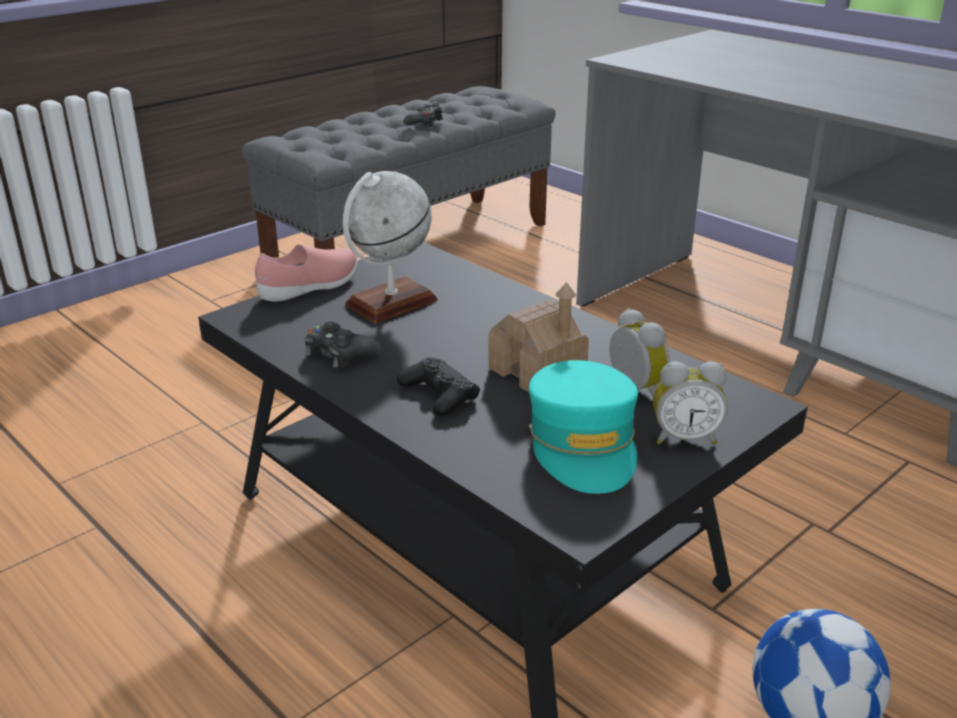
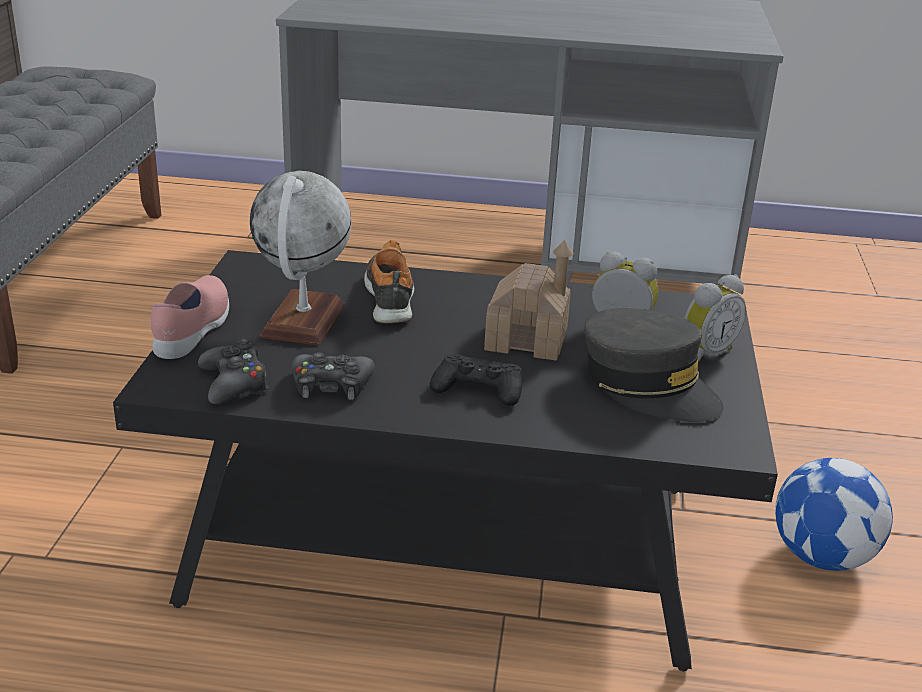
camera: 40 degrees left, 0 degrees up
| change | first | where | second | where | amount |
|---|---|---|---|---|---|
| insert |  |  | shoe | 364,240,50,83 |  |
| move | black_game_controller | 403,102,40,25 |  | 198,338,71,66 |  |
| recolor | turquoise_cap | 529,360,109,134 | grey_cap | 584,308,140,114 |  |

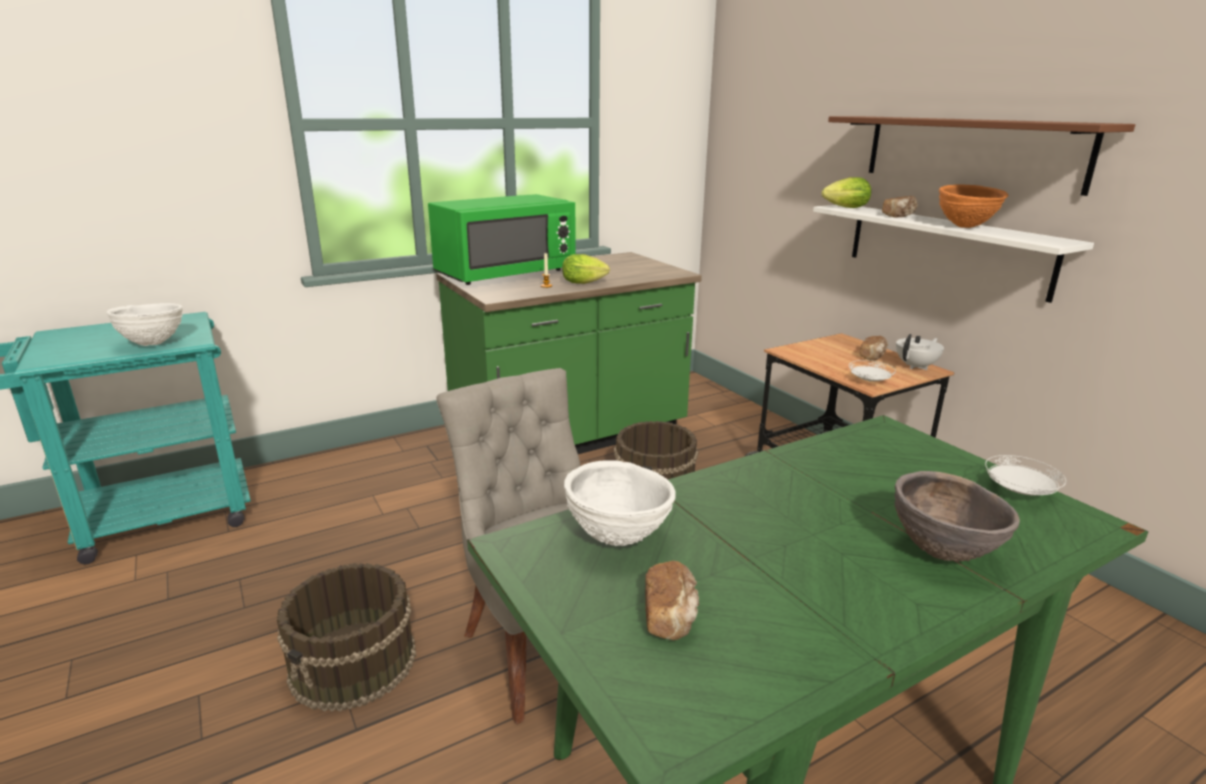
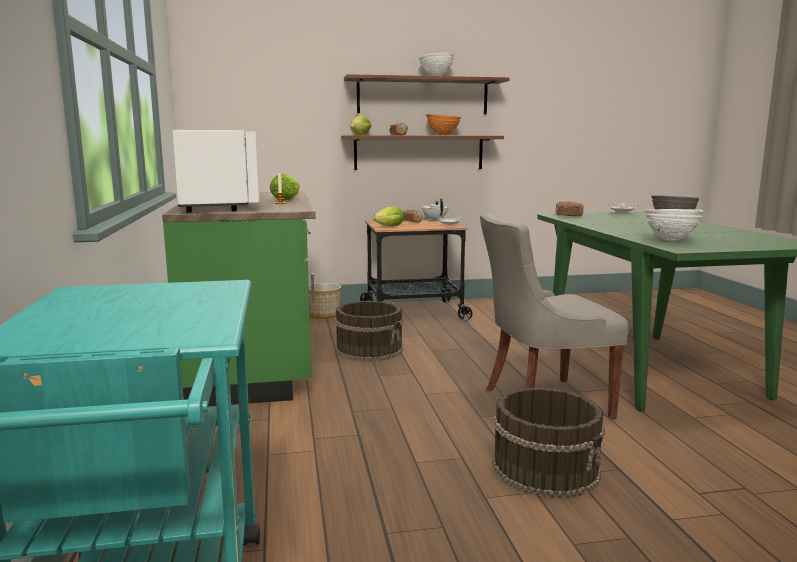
camera: 70 degrees left, 10 degrees down
| change | first | where | second | where | amount |
|---|---|---|---|---|---|
| insert |  |  | planter | 309,283,32,36 |  |
| insert |  |  | lettuce | 373,206,31,20 |  |
| move | white_bowl | 107,303,76,43 |  | 419,53,35,23 |  |
| move | bread | 645,561,54,79 |  | 556,202,28,14 |  |
| recolor | green_microwave | 428,194,148,91 | white_microwave | 172,130,88,83 |  |
| recolor | white_shelf | 813,205,281,98 | brown_shelf | 341,135,163,35 |  |

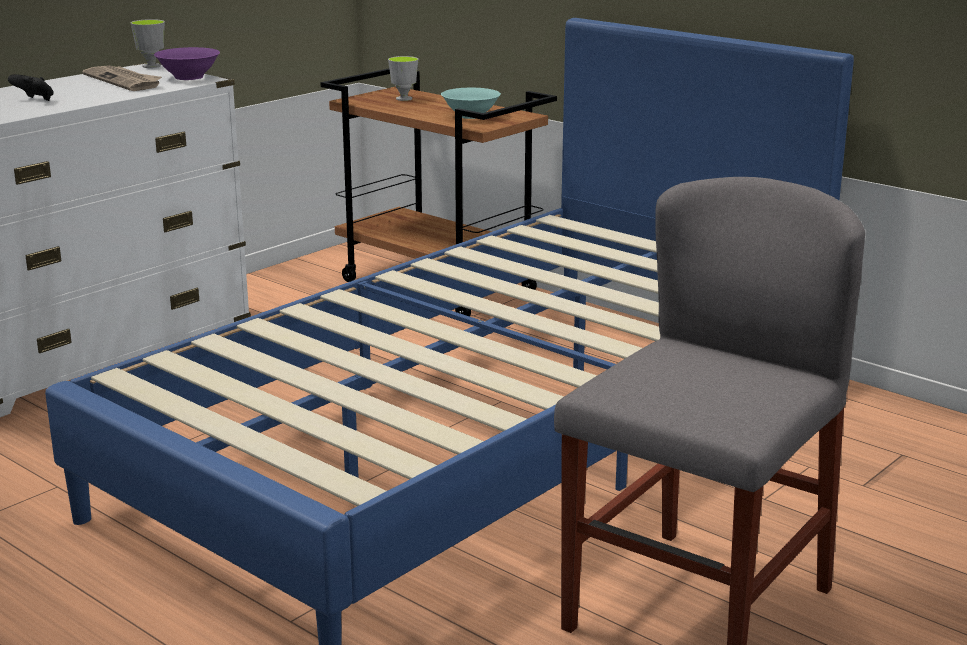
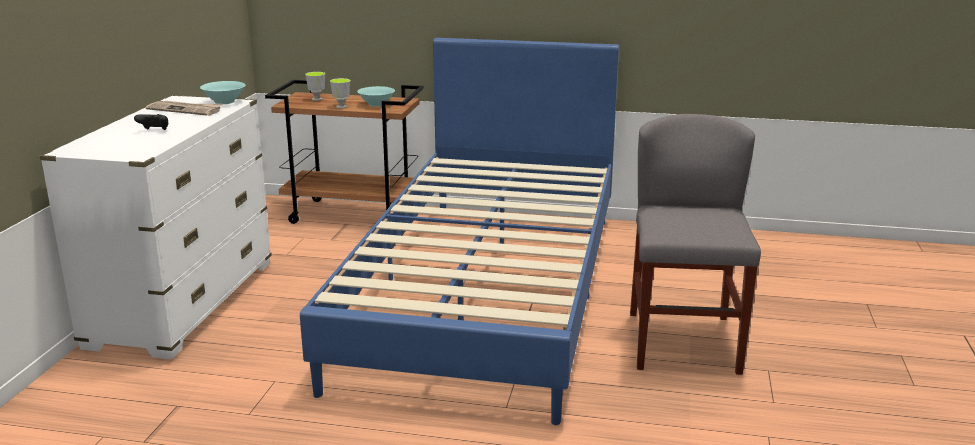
camera: 30 degrees left, 0 degrees up
| change | first | where | second | where | amount |
|---|---|---|---|---|---|
| move | cup | 130,19,35,49 |  | 330,78,20,30 |  |
| recolor | purple_bowl | 154,47,66,33 | turquoise_bowl | 200,81,46,23 |  |

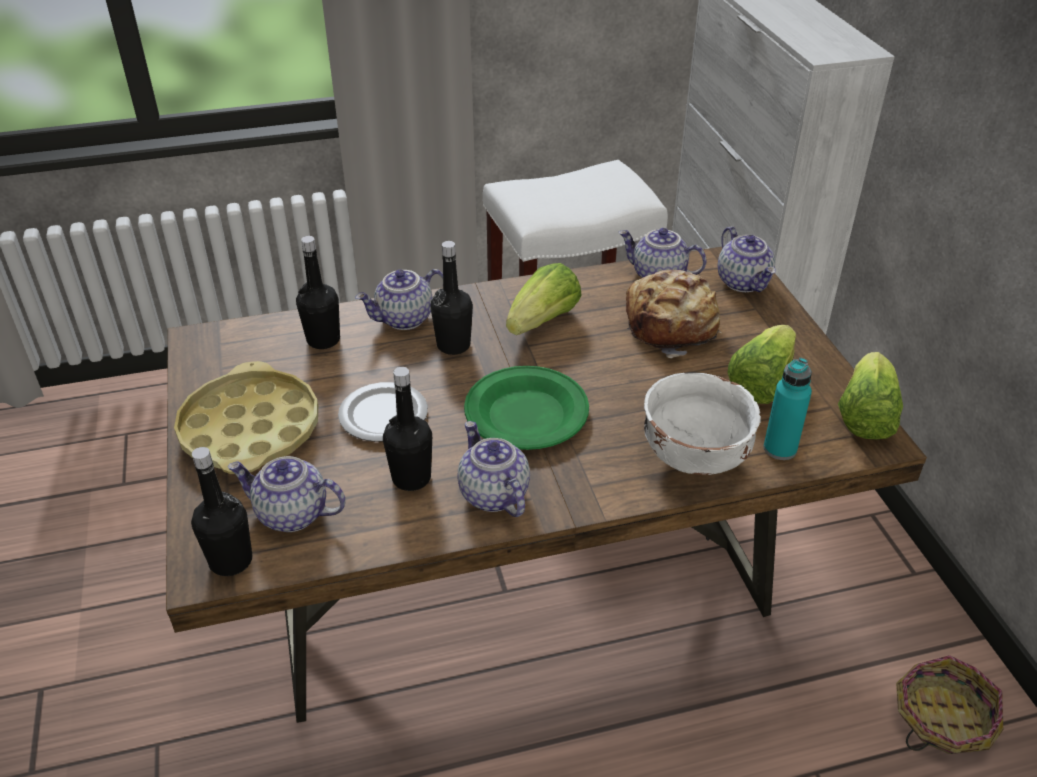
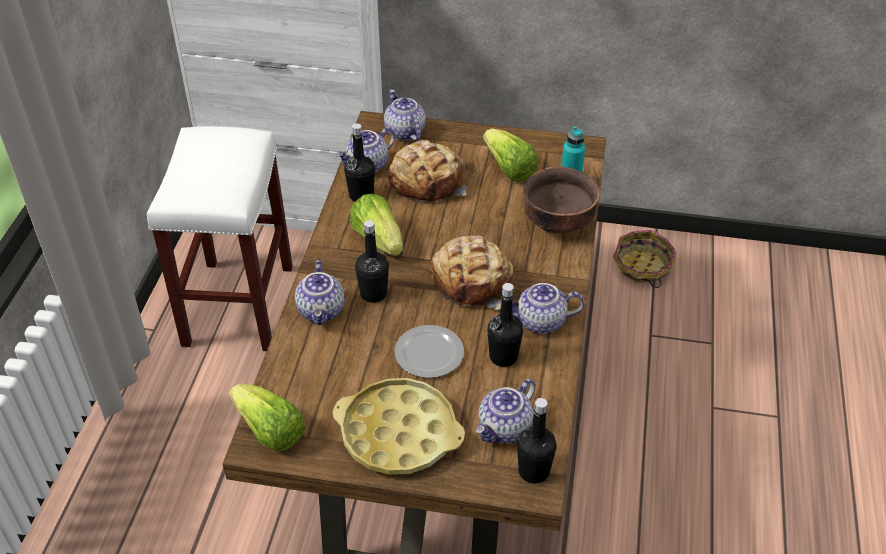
camera: 65 degrees left, 5 degrees up
| change | first | where | second | where | amount |
|---|---|---|---|---|---|
| move | black_bottle | 296,236,44,113 |  | 344,123,31,79 |  |
| move | lettuce | 838,352,65,87 |  | 229,384,77,67 |  |
| replace | green_plate | 464,366,125,84 | bread | 429,236,85,74 |  |
| recolor | white_bowl | 644,372,117,103 | brown_bowl | 523,166,77,67 |  |
| rotate | teapot | 718,227,58,65 |  | 384,90,42,51 | 120 degrees counterclockwise |

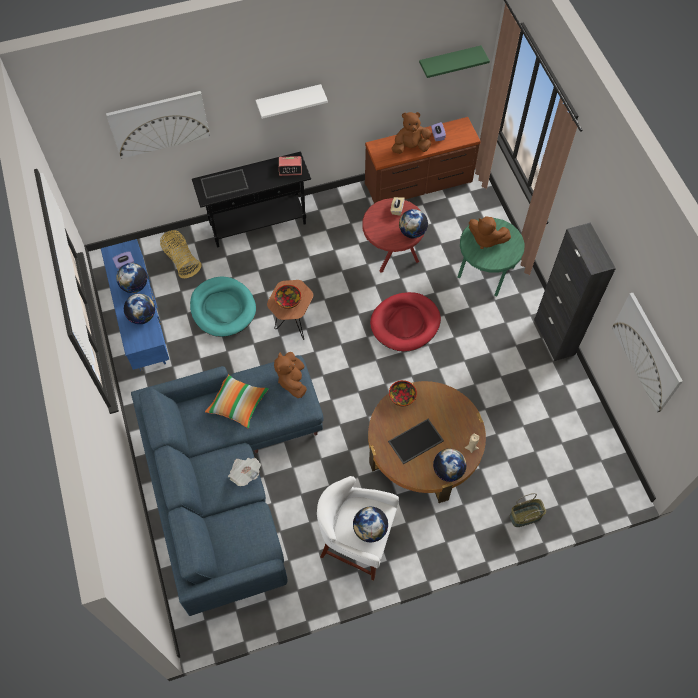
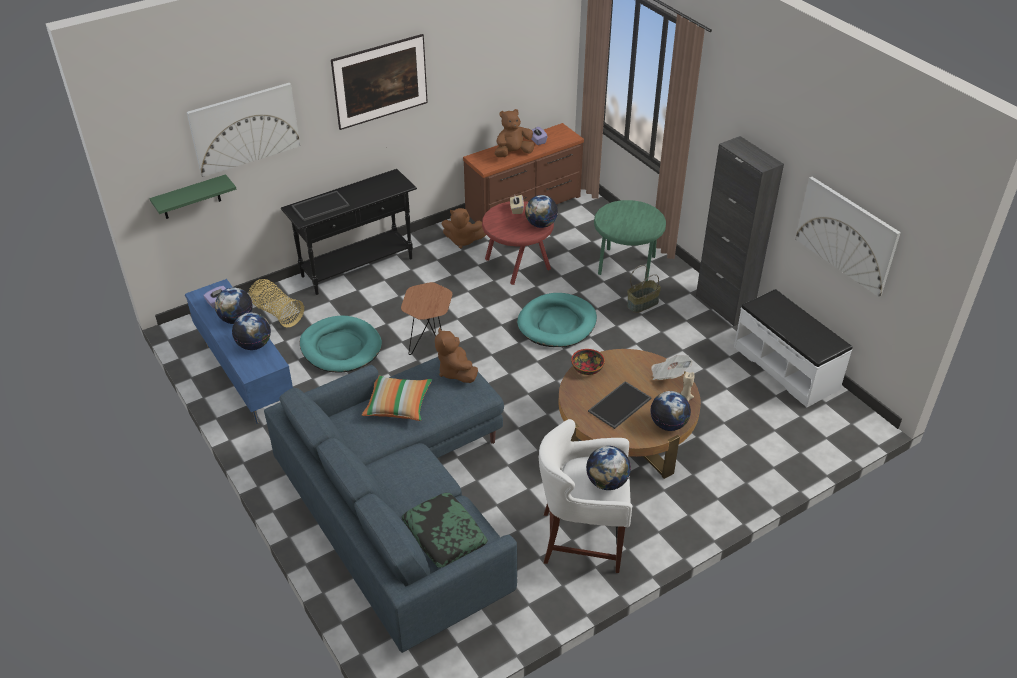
camera: 15 degrees left, 20 degrees down
| change | first | where | second | where | amount |
|---|---|---|---|---|---|
| delete | bowl | 274,285,27,24 |  |  |  |
| delete | alarm_clock | 279,156,23,20 |  |  |  |
| insert |  |  | pillow | 401,493,87,75 |  |
| insert |  |  | white_bench | 734,289,118,119 |  |
| move | newspaper | 228,458,33,28 |  | 651,355,41,25 |  |
| move | green_shelf | 419,45,71,33 |  | 150,174,86,45 |  |
| move | brown_plush_toy | 469,216,42,33 |  | 442,208,44,41 |  |
| move | basket | 509,493,37,34 |  | 627,265,34,48 |  |
| replace | white_shelf | 256,84,72,35 | picture | 331,34,97,96 |  |
| recolor | red_dog_bed | 370,292,71,60 | turquoise_dog_bed | 517,293,80,54 |  |

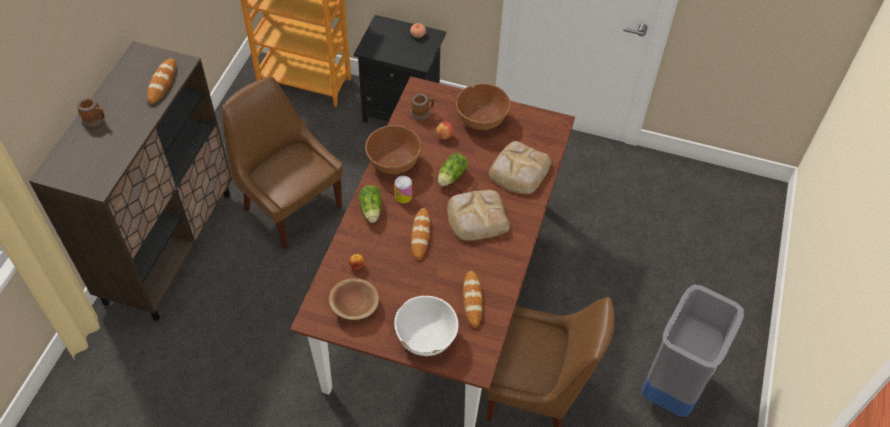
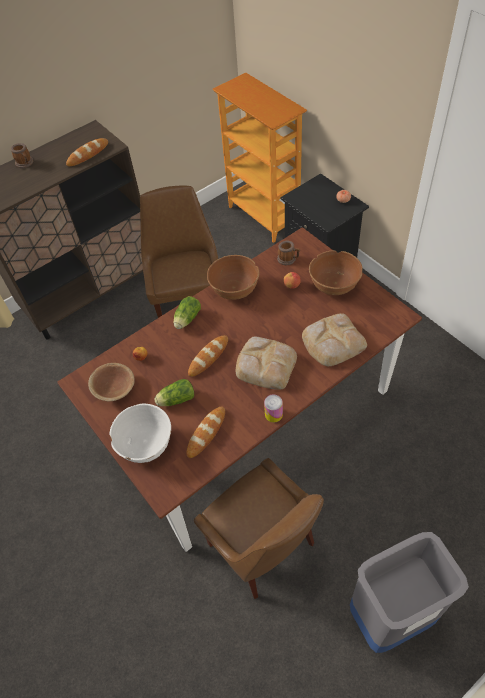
camera: 40 degrees right, 0 degrees up
| change | first | where | second | where | amount |
|---|---|---|---|---|---|
| move | can | 395,176,17,27 |  | 264,395,19,28 |  |
| move | lettuce | 438,153,30,33 |  | 154,379,40,27 |  |

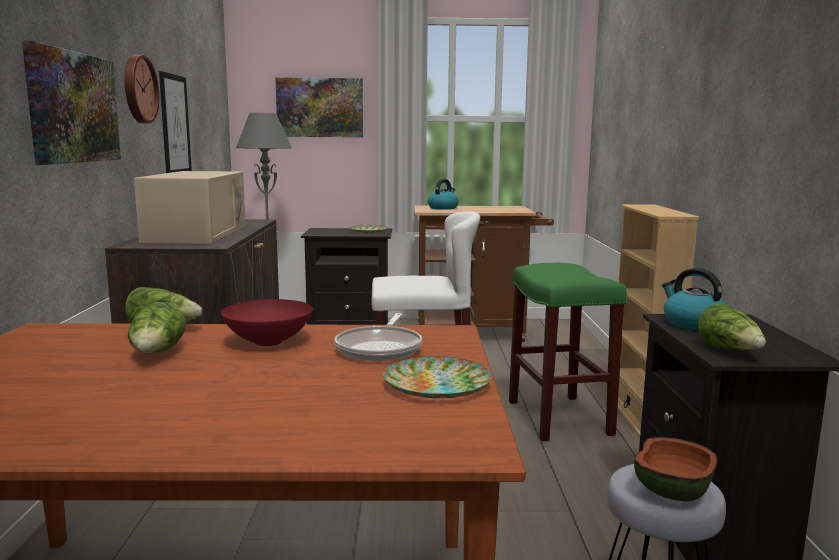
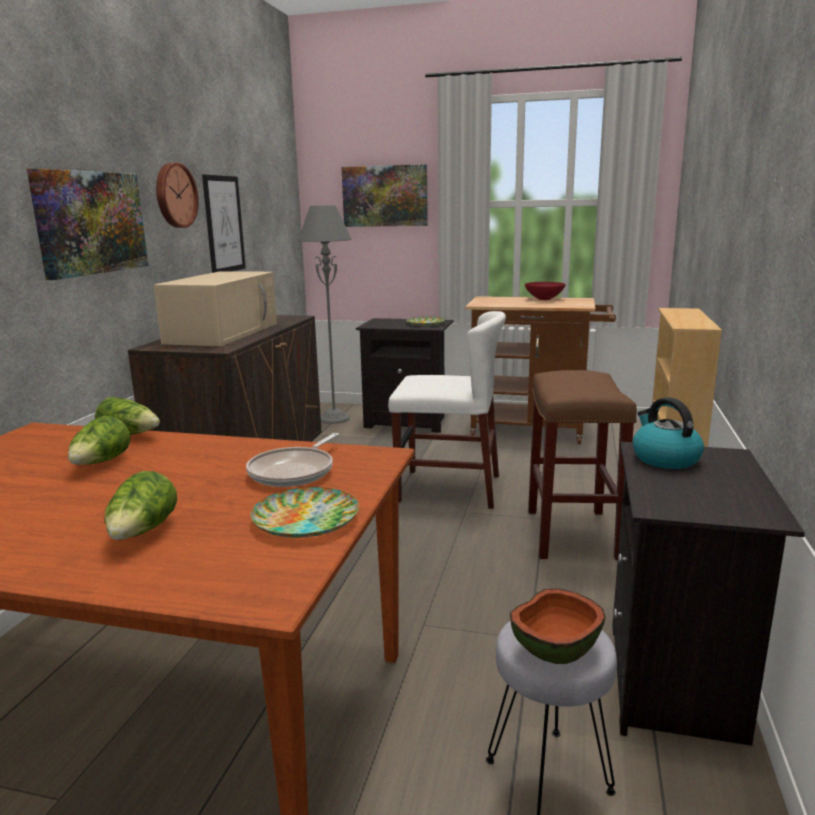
camera: 15 degrees right, 5 degrees up
| change | first | where | second | where | amount |
|---|---|---|---|---|---|
| delete | kettle | 428,179,31,31 |  |  |  |
| move | red_bowl | 221,299,92,47 |  | 525,282,41,18 |  |
| move | lettuce | 698,304,68,46 |  | 105,471,72,69 |  |
| recolor | green_stool | 509,263,118,178 | brown_stool | 528,370,109,190 |  |

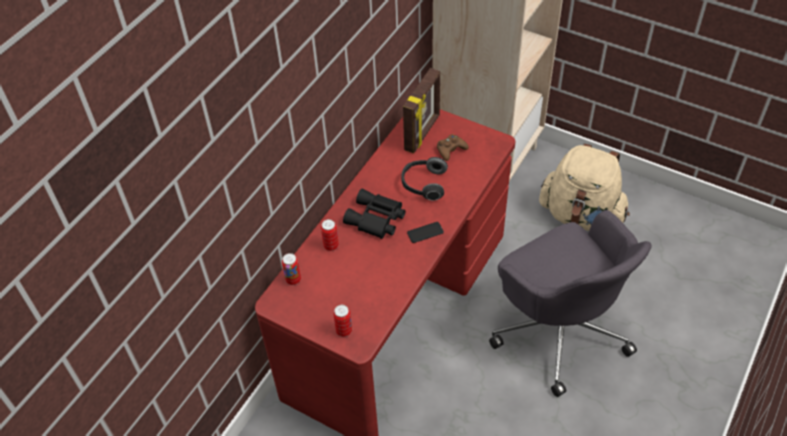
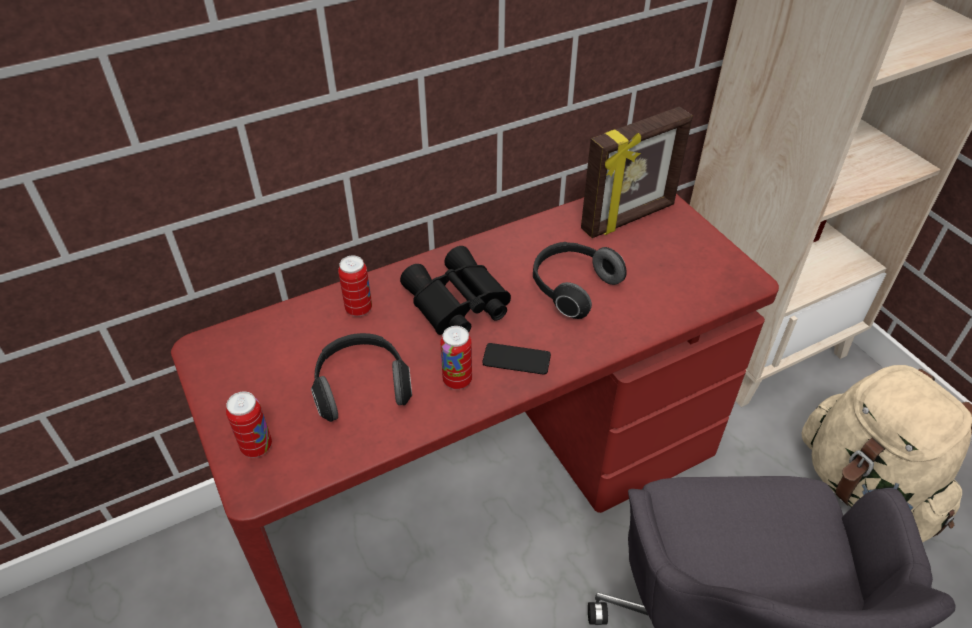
camera: 30 degrees right, 5 degrees down
| change | first | where | second | where | amount |
|---|---|---|---|---|---|
| delete | brown_game_controller | 437,134,32,27 |  |  |  |
| insert |  |  | headphones | 311,333,101,89 |  |
| move | can | 282,253,19,32 |  | 440,326,32,64 |  |

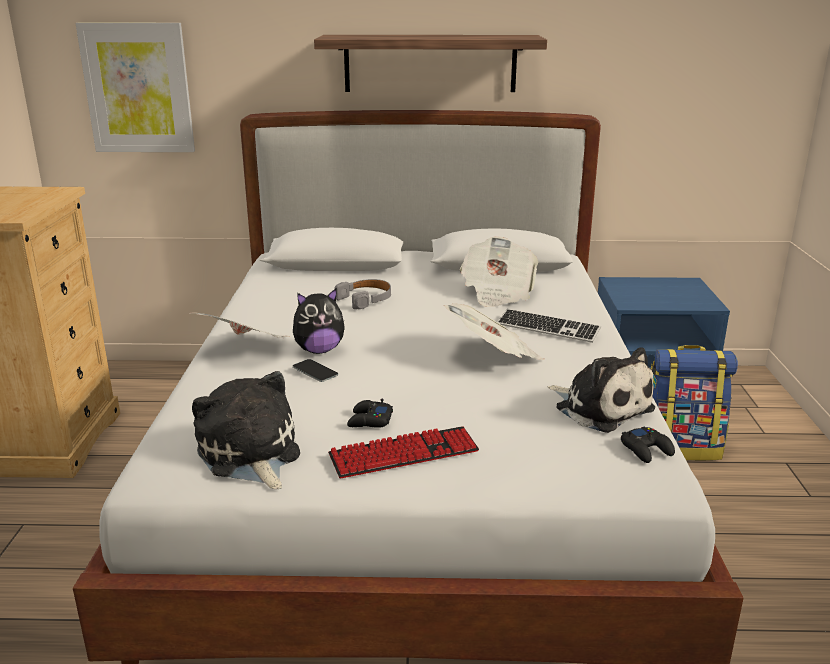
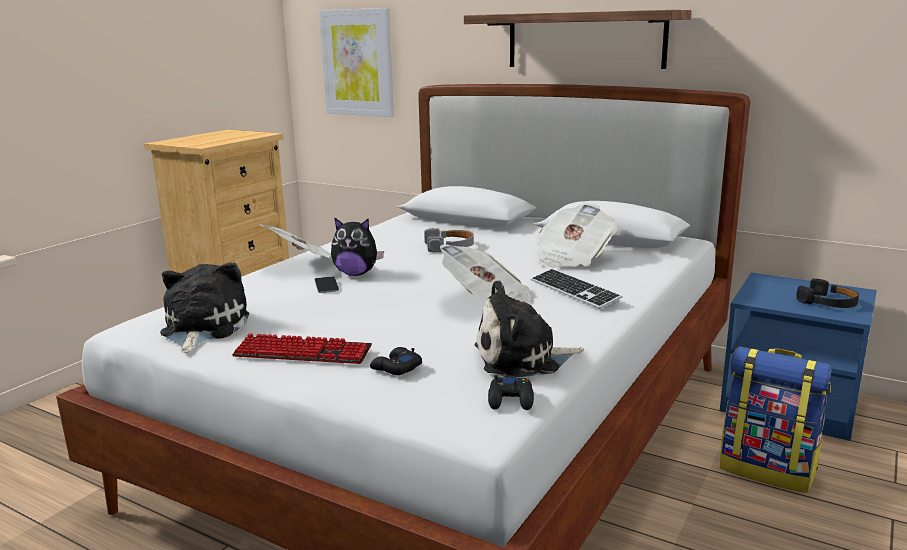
camera: 30 degrees right, 5 degrees down
| change | first | where | second | where | amount |
|---|---|---|---|---|---|
| insert |  |  | black_headphones | 796,279,63,29 |  |
| move | black_game_controller | 347,399,46,29 |  | 370,347,52,28 |  |
| rotate | plush_toy | 547,347,108,86 |  | 475,280,109,98 | 90 degrees clockwise |

